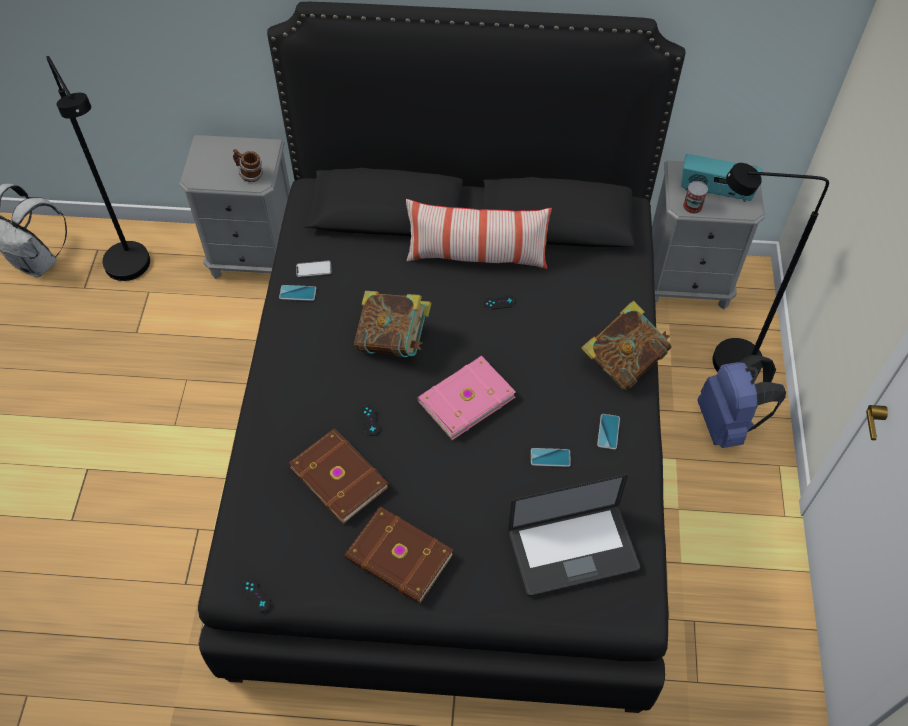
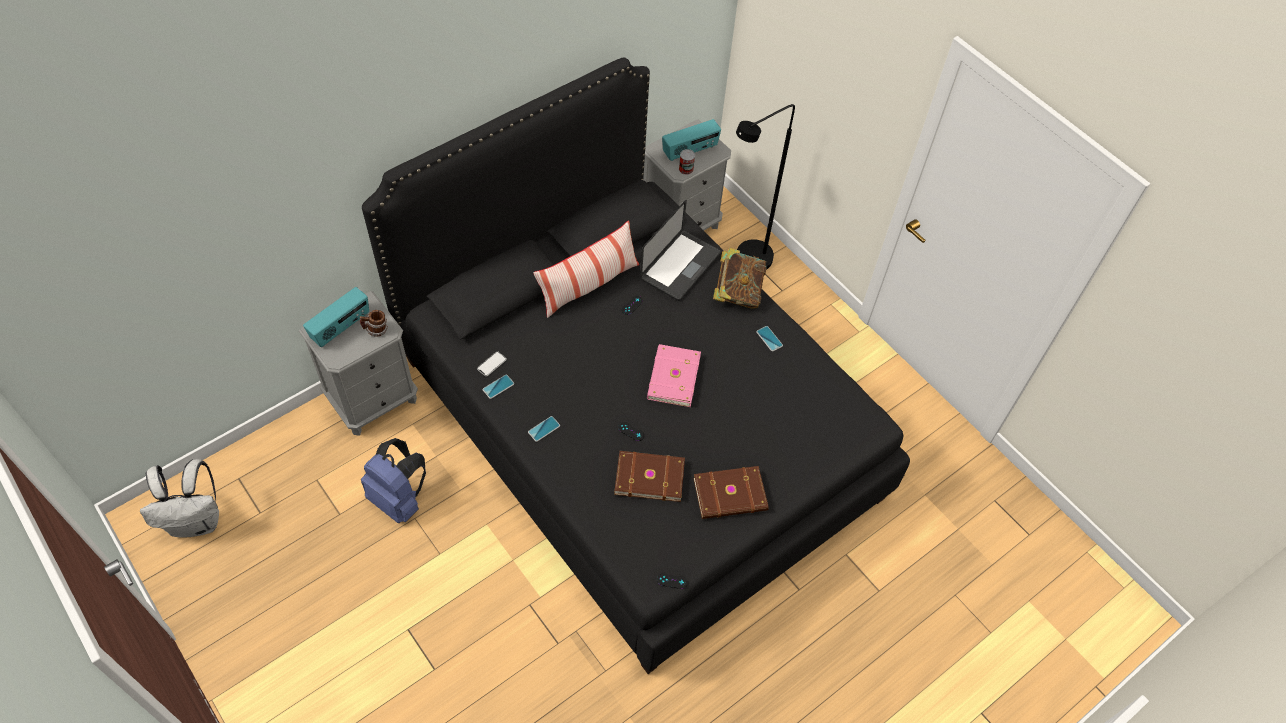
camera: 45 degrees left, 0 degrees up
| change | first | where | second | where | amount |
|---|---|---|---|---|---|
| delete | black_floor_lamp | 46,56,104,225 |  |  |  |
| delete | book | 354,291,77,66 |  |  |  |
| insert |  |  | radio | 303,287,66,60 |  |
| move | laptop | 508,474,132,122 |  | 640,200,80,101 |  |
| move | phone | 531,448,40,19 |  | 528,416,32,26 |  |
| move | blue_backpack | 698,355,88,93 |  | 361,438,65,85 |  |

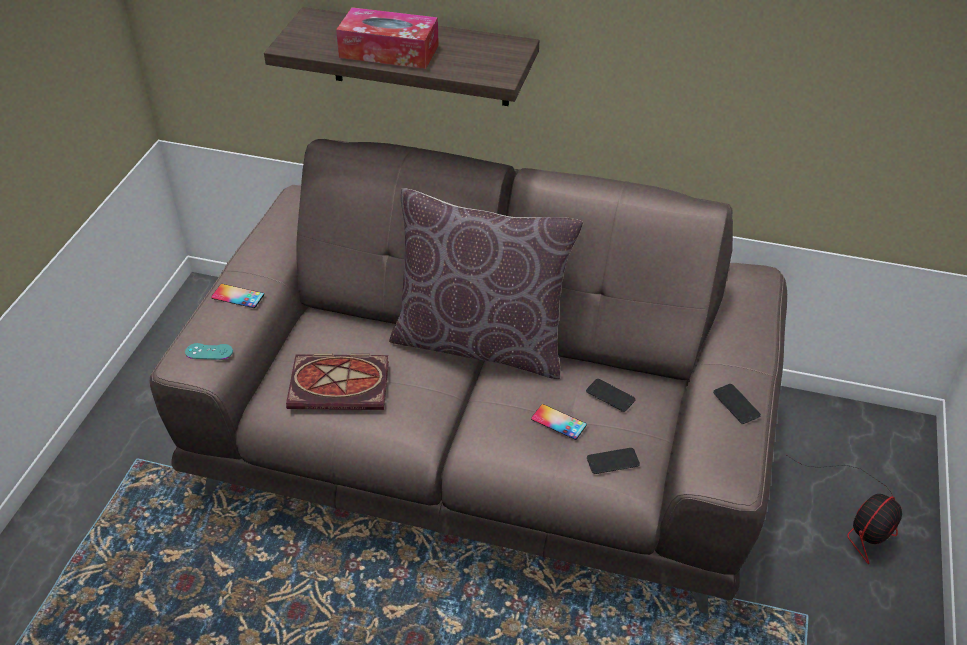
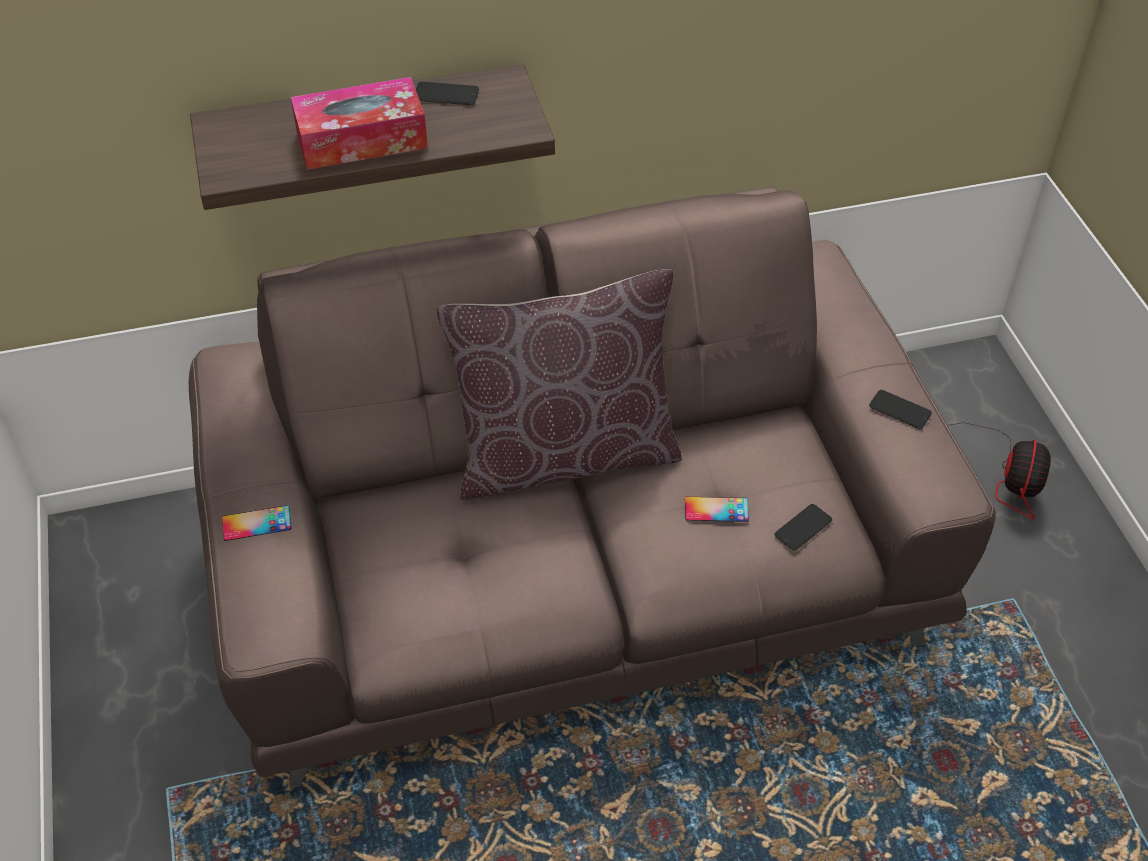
camera: 30 degrees left, 5 degrees up
| change | first | where | second | where | amount |
|---|---|---|---|---|---|
| delete | turquoise_game_controller | 185,343,48,17 |  |  |  |
| delete | book | 286,353,103,57 |  |  |  |
| move | phone | 586,379,50,33 |  | 416,82,63,23 |  |

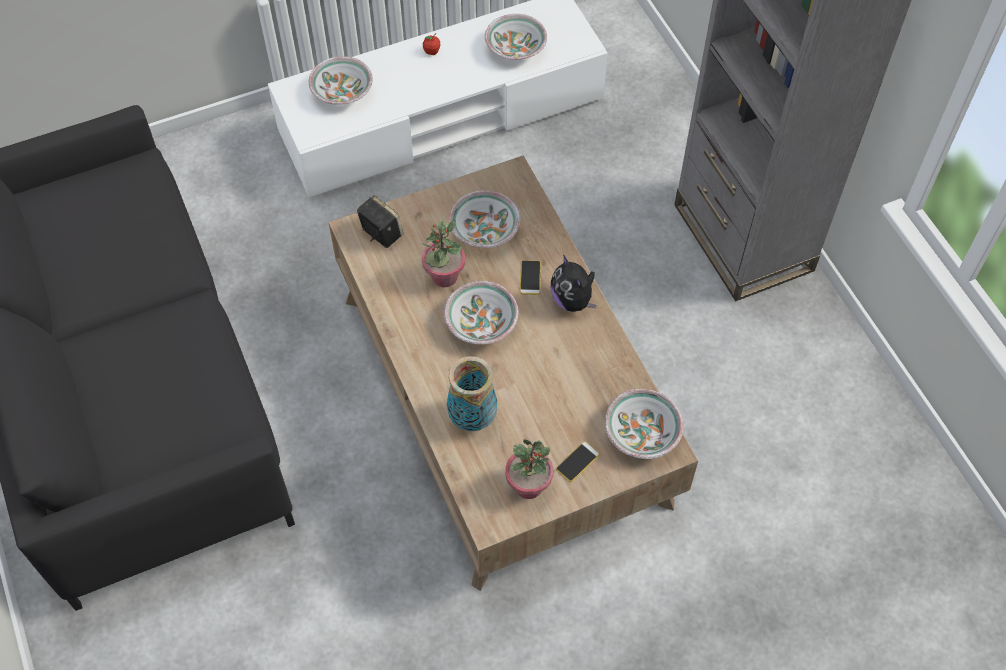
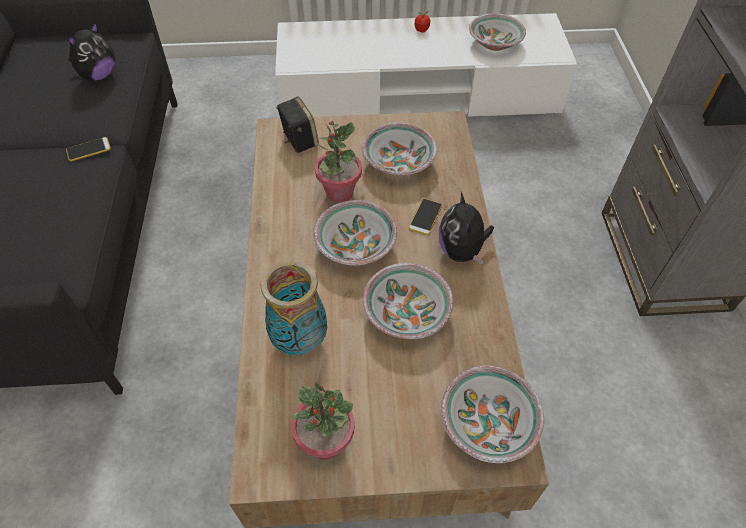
camera: 20 degrees right, 5 degrees down
| change | first | where | second | where | amount |
|---|---|---|---|---|---|
| insert |  |  | plush_toy | 68,22,47,59 |  |
| move | bowl | 309,56,64,49 |  | 363,263,90,76 |  |
| move | phone | 556,441,44,41 |  | 66,137,45,25 |  |

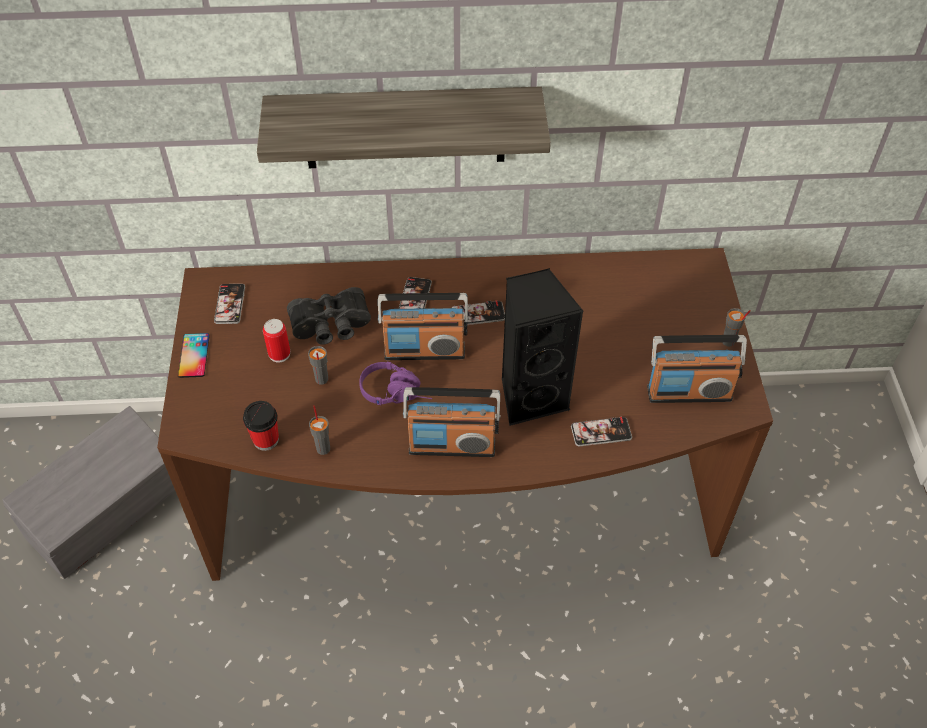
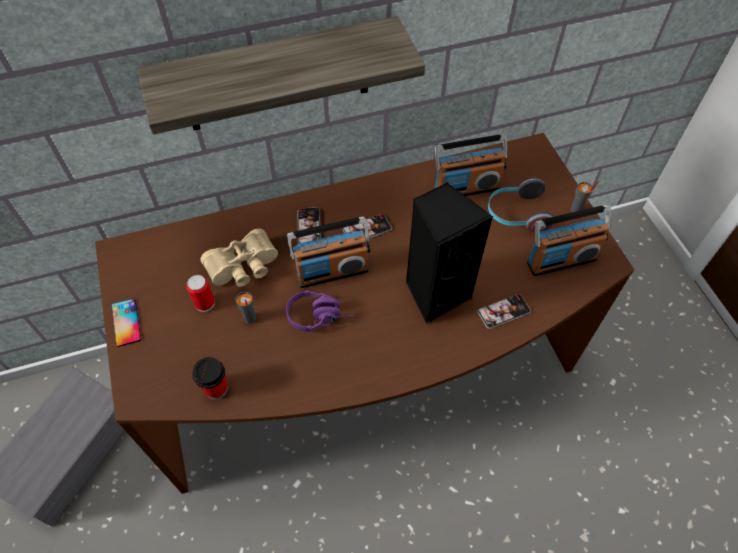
camera: 15 degrees left, 5 degrees up
| change | first | where | second | where | amount |
|---|---|---|---|---|---|
| delete | phone | 214,284,31,40 |  |  |  |
| delete | grey_cup | 309,405,21,50 |  |  |  |
| insert |  |  | headphones | 488,179,65,53 |  |
| move | radio | 403,387,98,70 |  | 434,134,74,62 |  |
| recolor | black_binoculars | 287,287,84,58 | beige_binoculars | 200,228,78,59 |  |

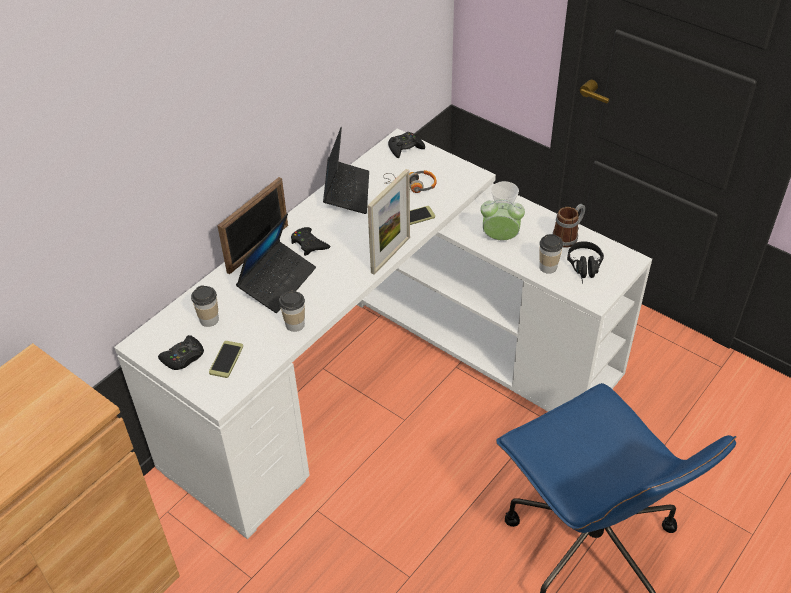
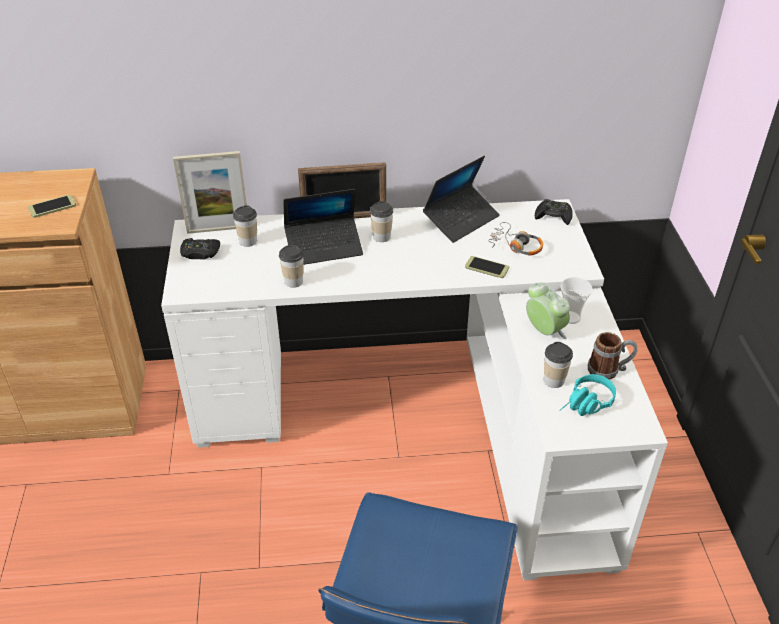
camera: 45 degrees right, 5 degrees down
| change | first | where | second | where | amount |
|---|---|---|---|---|---|
| move | phone | 209,341,34,37 |  | 28,195,48,23 |  |
| move | picture_frame | 367,169,43,105 |  | 173,151,74,83 |  |
| replace | black_game_controller | 291,227,39,29 | cup | 370,201,23,41 |  |
| recolor | black_headphones | 567,241,37,42 | turquoise_headphones | 559,374,57,42 |  |

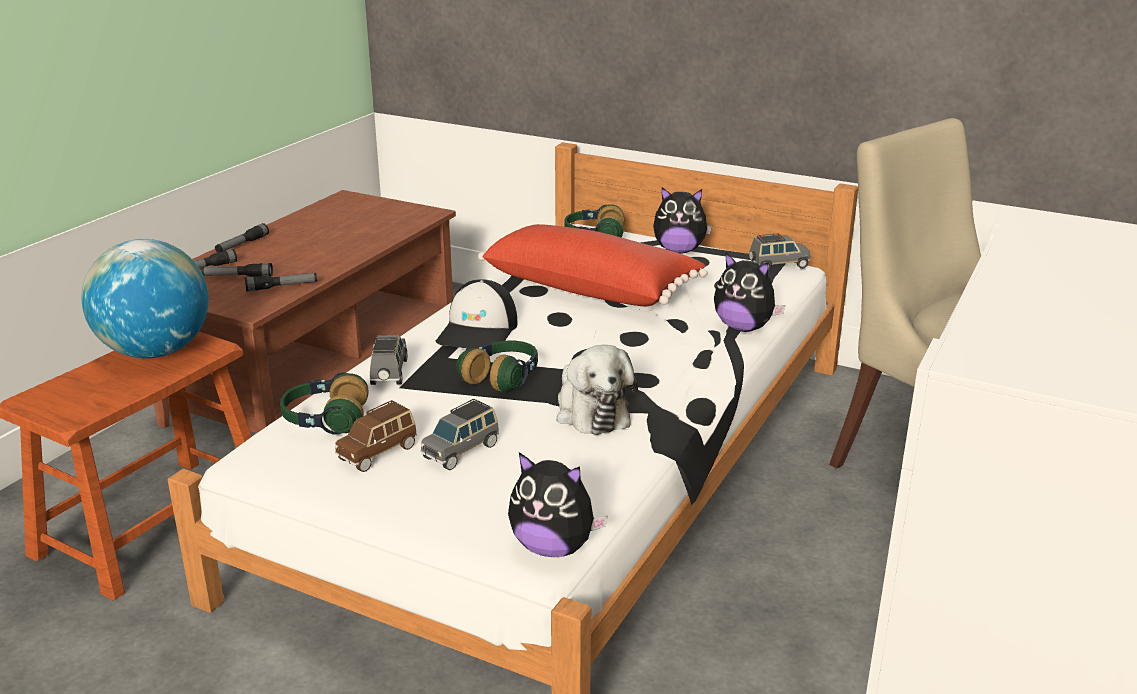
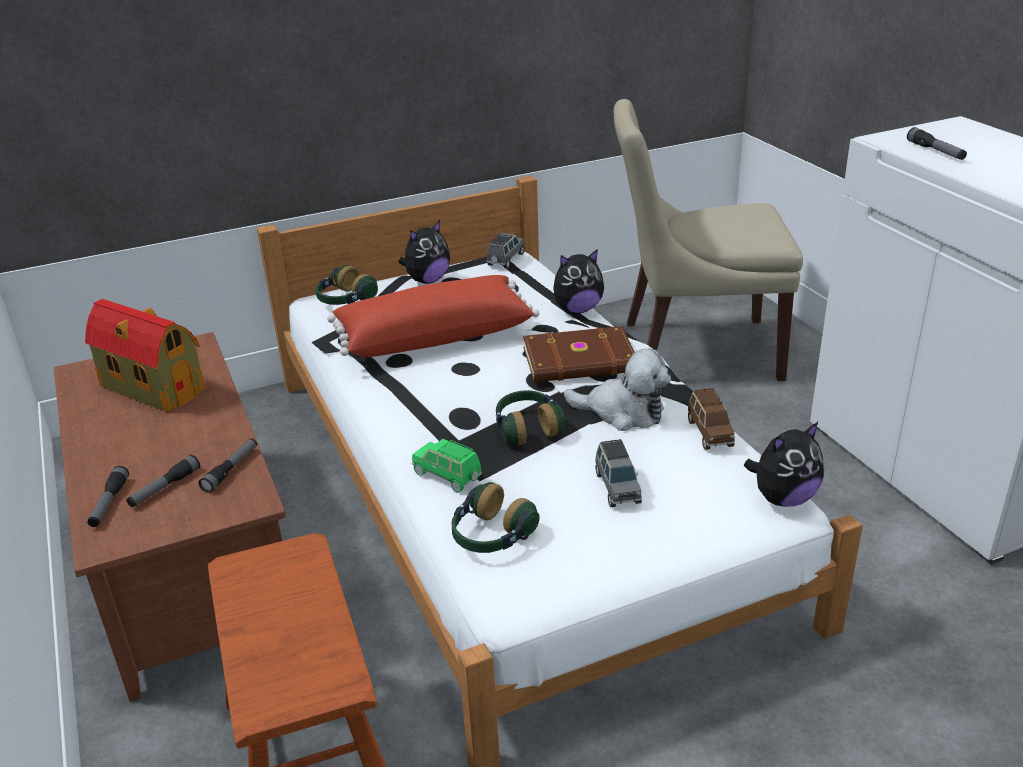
camera: 50 degrees left, 5 degrees up
| change | first | where | second | where | amount |
|---|---|---|---|---|---|
| delete | globe | 81,239,128,119 |  |  |  |
| delete | cap | 436,279,82,69 |  |  |  |
| insert |  |  | toy_house | 85,299,121,113 |  |
| insert |  |  | brown_book | 523,326,112,56 |  |
| move | flashlight | 215,223,54,30 |  | 907,127,60,33 |  |
| move | brown_toy_car | 335,400,82,72 |  | 688,388,47,62 |  |
| recolor | grey_toy_car | 370,335,37,50 | green_toy_car | 412,439,70,54 |  |

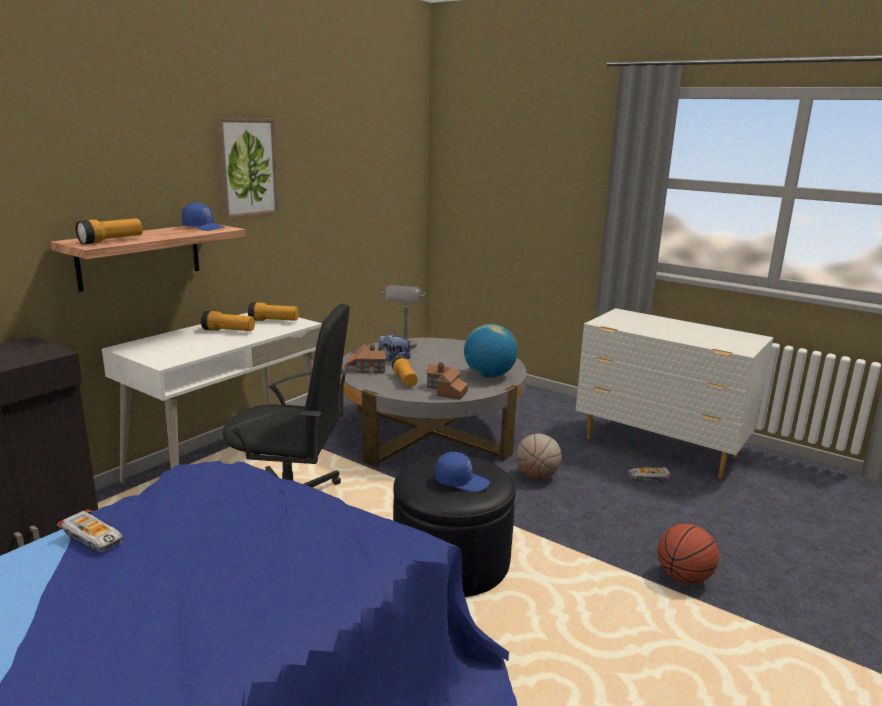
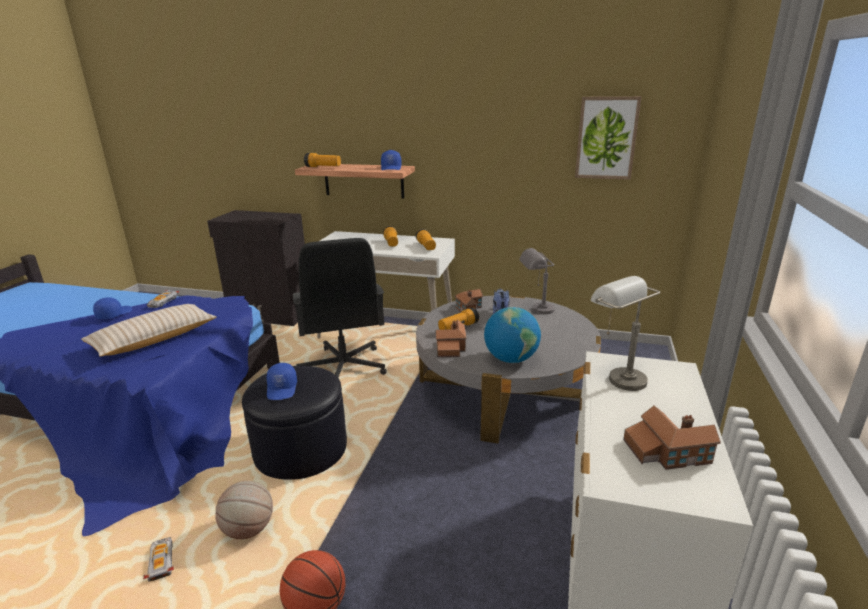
camera: 70 degrees right, 5 degrees up
| change | first | where | second | where | amount |
|---|---|---|---|---|---|
| insert |  |  | beige_pillow | 81,304,136,53 |  |
| insert |  |  | blue_cap | 93,297,39,22 |  |
| insert |  |  | grey_table_lamp | 591,276,70,115 |  |
| insert |  |  | toy_house | 623,406,98,64 |  |
| move | picture | 216,118,62,101 |  | 575,96,66,84 |  |
| move | basketball | 516,434,46,45 |  | 215,481,58,58 |  |
| move | toy_car | 628,467,43,14 |  | 143,537,31,45 |  |

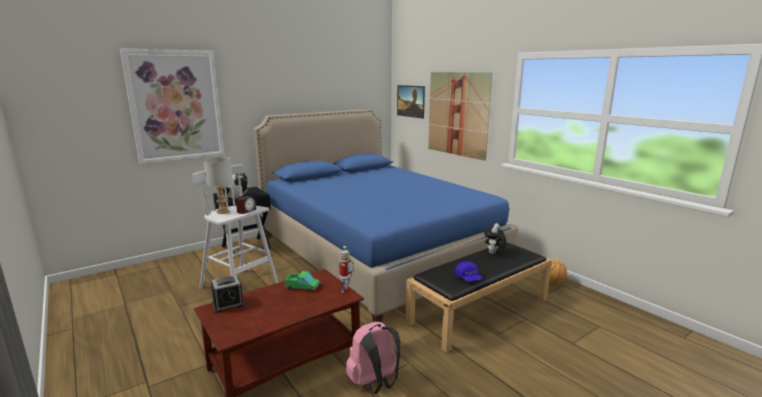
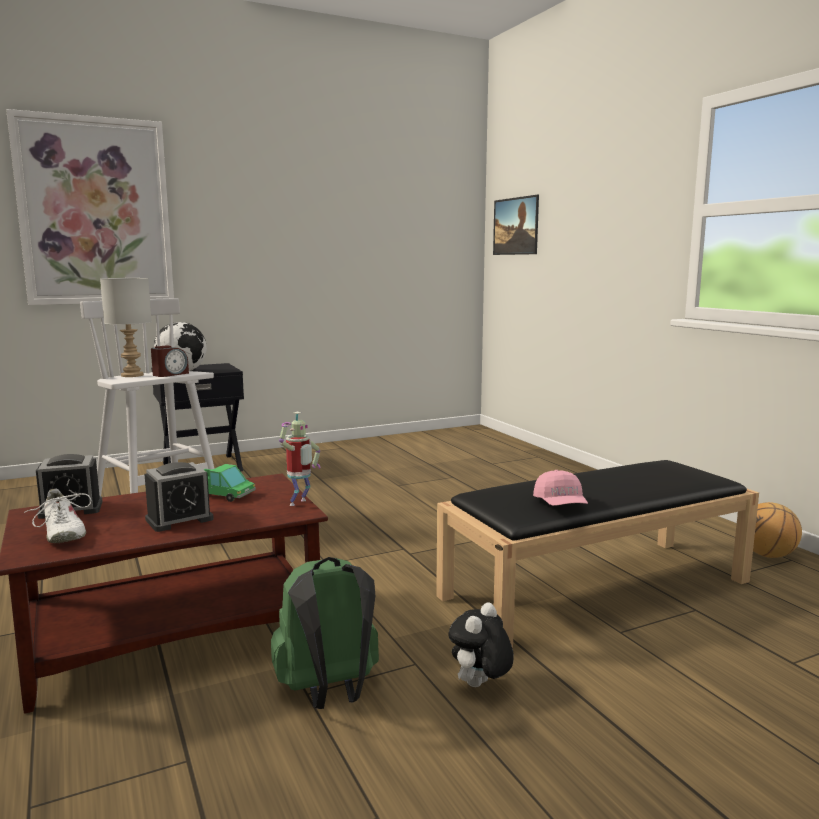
camera: 10 degrees right, 5 degrees down
| change | first | where | second | where | amount |
|---|---|---|---|---|---|
| delete | blue_bed | 253,109,266,213 |  |  |  |
| delete | picture | 428,72,64,89 |  |  |  |
| insert |  |  | white_shoe | 24,489,67,54 |  |
| insert |  |  | alarm_clock | 144,462,70,70 |  |
| move | plush_toy | 484,223,23,31 |  | 448,603,66,84 |  |
| recolor | pink_backpack | 346,322,54,72 | green_backpack | 271,557,108,152 |  |
| recolor | blue_cap | 455,261,28,21 | pink_cap | 533,470,55,36 |  |

